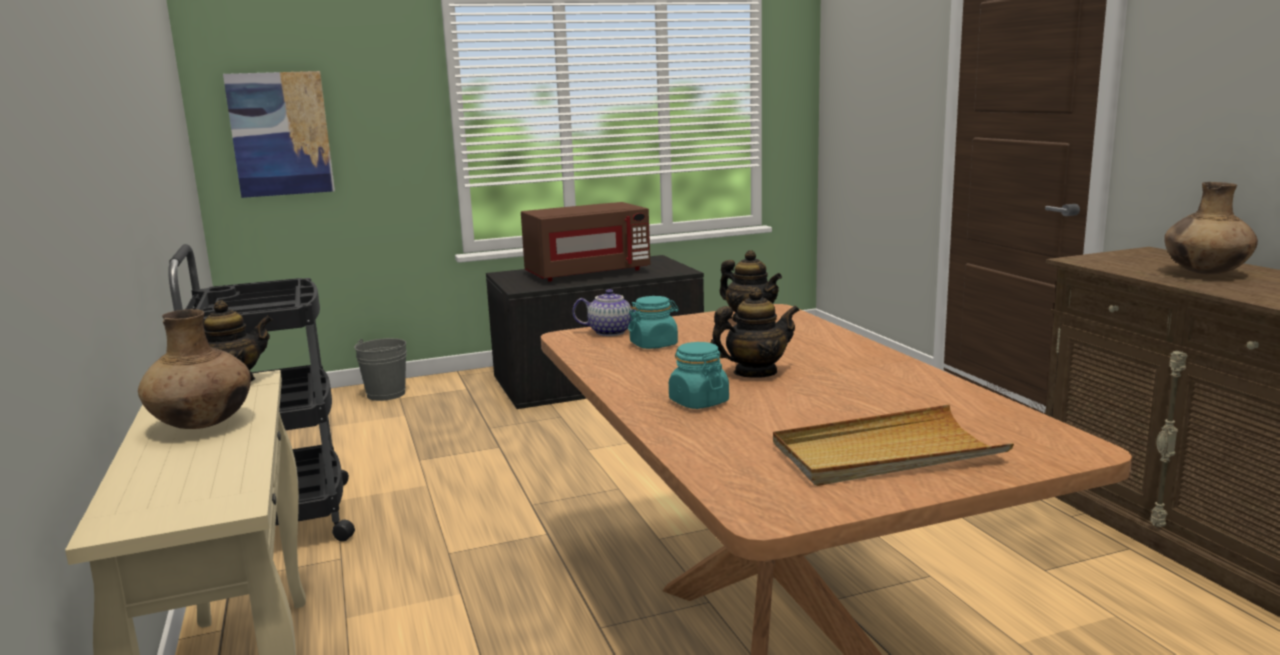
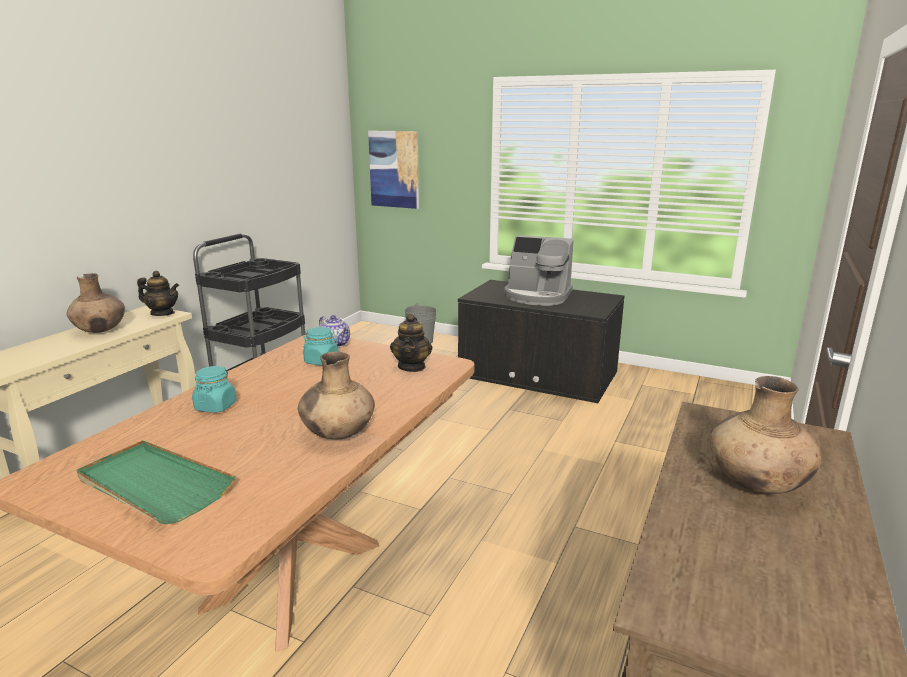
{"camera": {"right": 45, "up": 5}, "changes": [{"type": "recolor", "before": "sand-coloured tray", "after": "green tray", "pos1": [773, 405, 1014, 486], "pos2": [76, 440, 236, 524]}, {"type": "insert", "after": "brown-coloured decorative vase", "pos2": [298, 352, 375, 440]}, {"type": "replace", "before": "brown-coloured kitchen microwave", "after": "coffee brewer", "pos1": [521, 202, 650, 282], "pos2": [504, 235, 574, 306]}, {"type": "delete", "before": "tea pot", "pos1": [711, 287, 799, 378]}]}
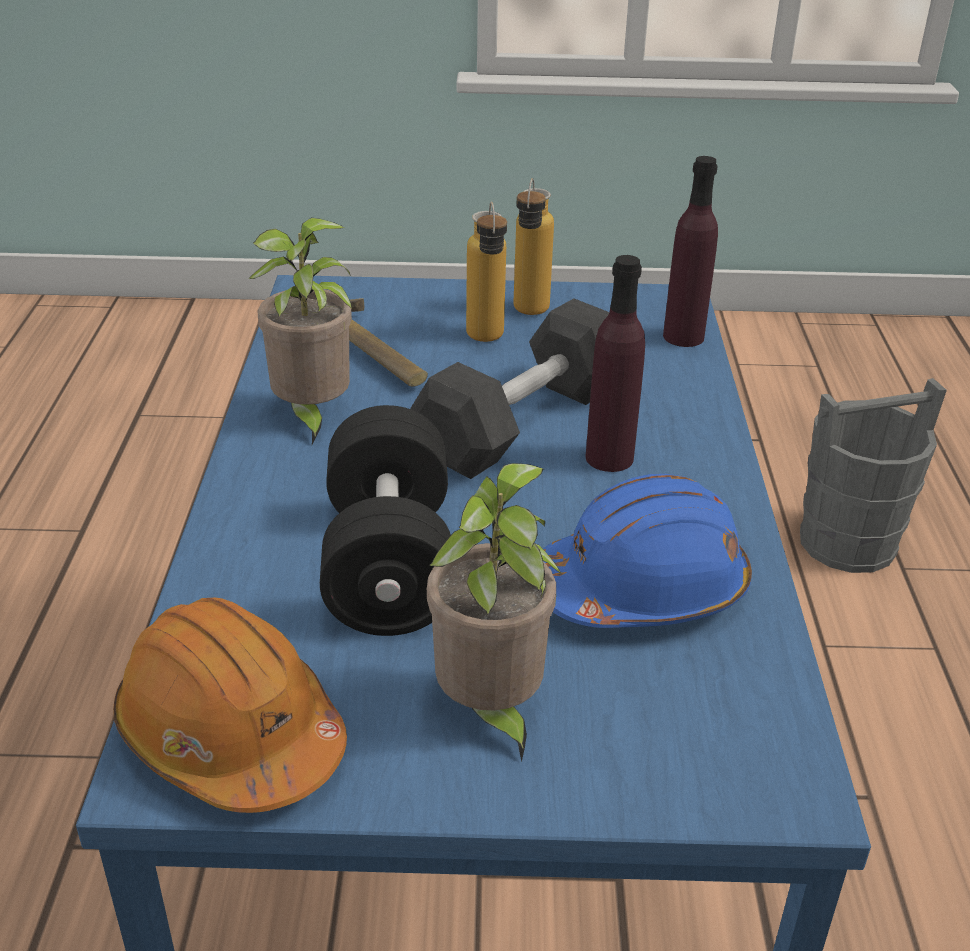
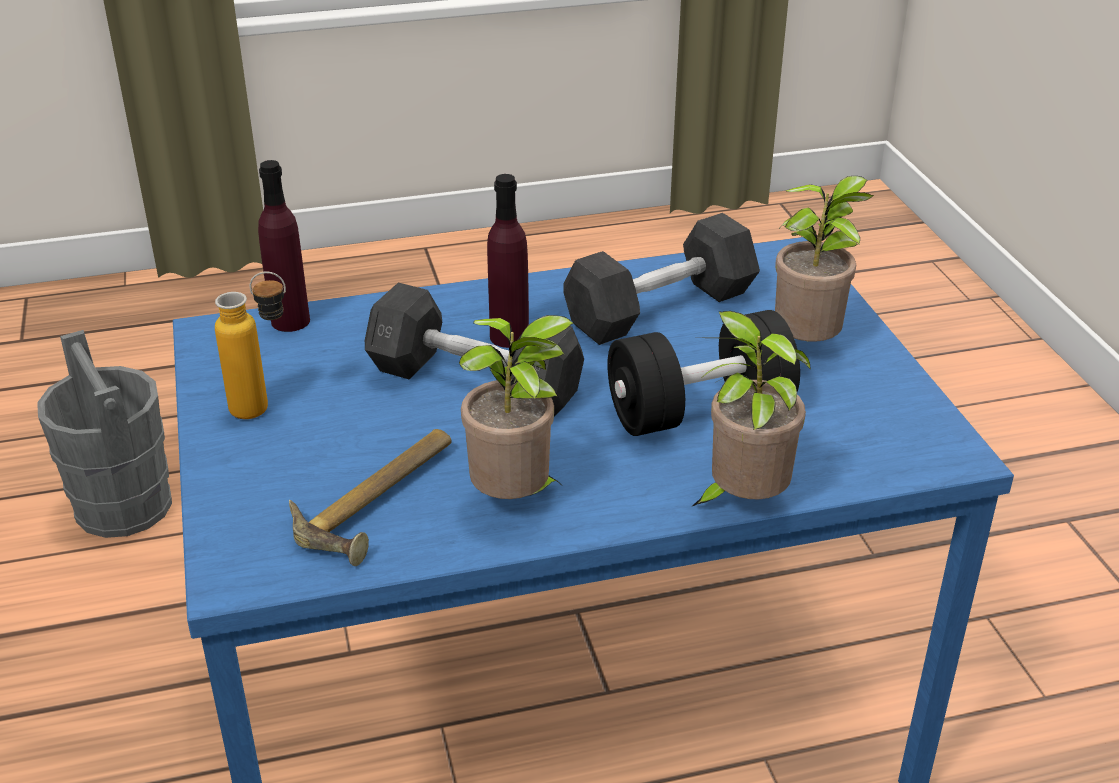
{"camera": {"right": -105, "up": 0}, "changes": [{"type": "replace", "before": "bluish safety helmet", "after": "gray free weight", "pos1": [543, 474, 752, 628], "pos2": [563, 213, 760, 345]}, {"type": "insert", "after": "plant in a pot", "pos2": [691, 311, 811, 507]}, {"type": "delete", "before": "orangey safety helmet", "pos1": [113, 598, 347, 813]}, {"type": "delete", "before": "drink bottle", "pos1": [466, 202, 507, 342]}]}
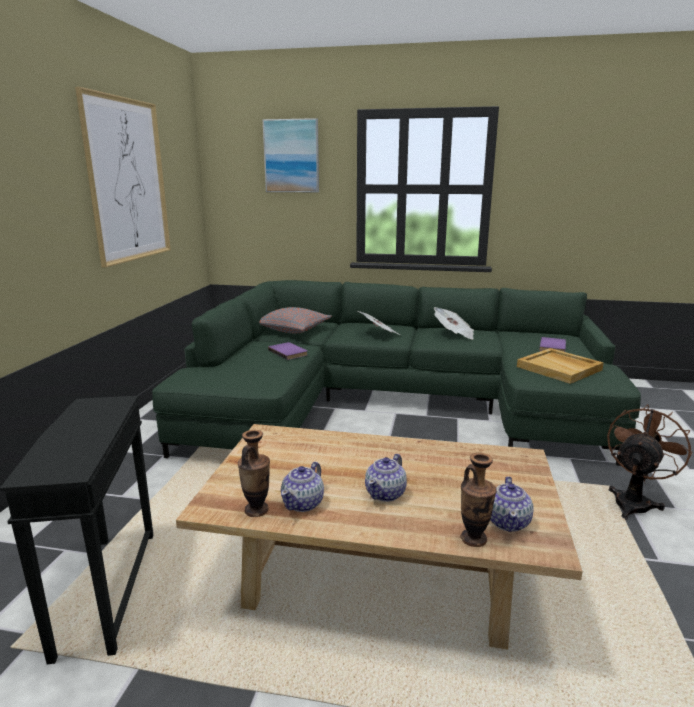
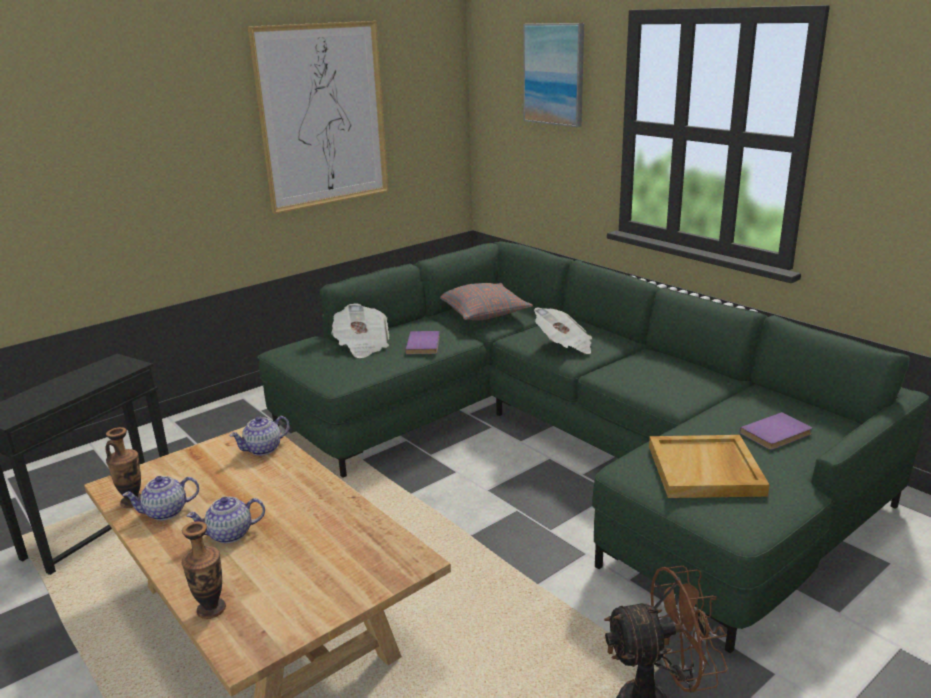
{"camera": {"right": 40, "up": 5}, "changes": [{"type": "move", "before": "tea pot", "pos1": [490, 476, 534, 532], "pos2": [230, 416, 290, 456]}, {"type": "move", "before": "daily paper", "pos1": [434, 307, 474, 339], "pos2": [332, 304, 389, 358]}]}
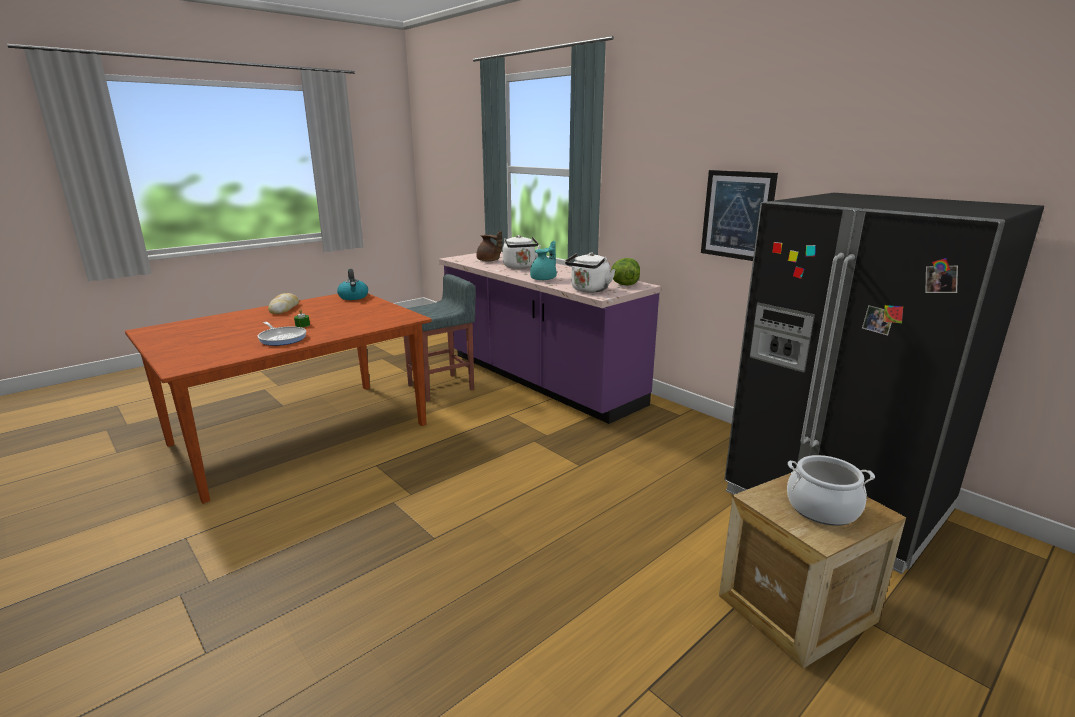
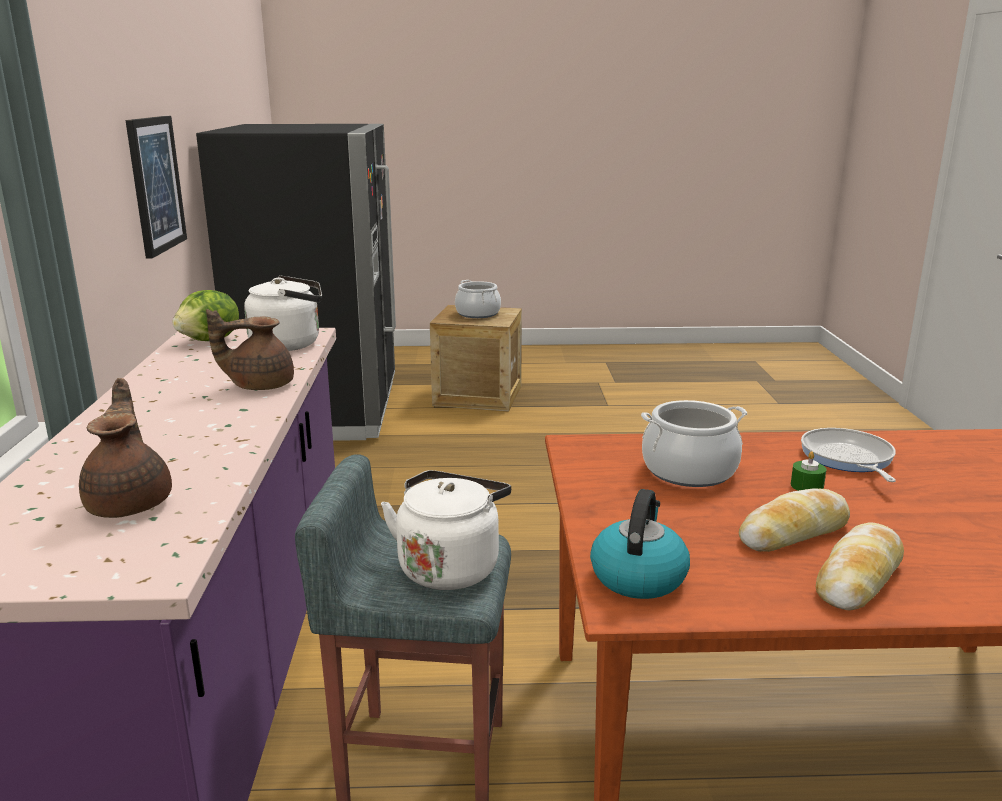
{"camera": {"right": -140, "up": 0}, "changes": [{"type": "recolor", "before": "turquoise tea pot", "after": "brown-coloured tea pot", "pos1": [530, 241, 557, 280], "pos2": [206, 309, 294, 390]}, {"type": "move", "before": "whitish kettle", "pos1": [503, 235, 541, 269], "pos2": [381, 470, 511, 590]}, {"type": "insert", "after": "saucepot", "pos2": [641, 400, 747, 487]}, {"type": "insert", "after": "baked bread", "pos2": [739, 488, 850, 552]}]}
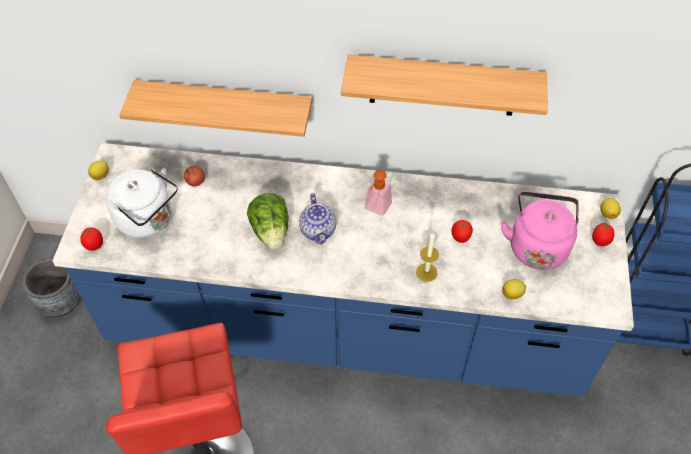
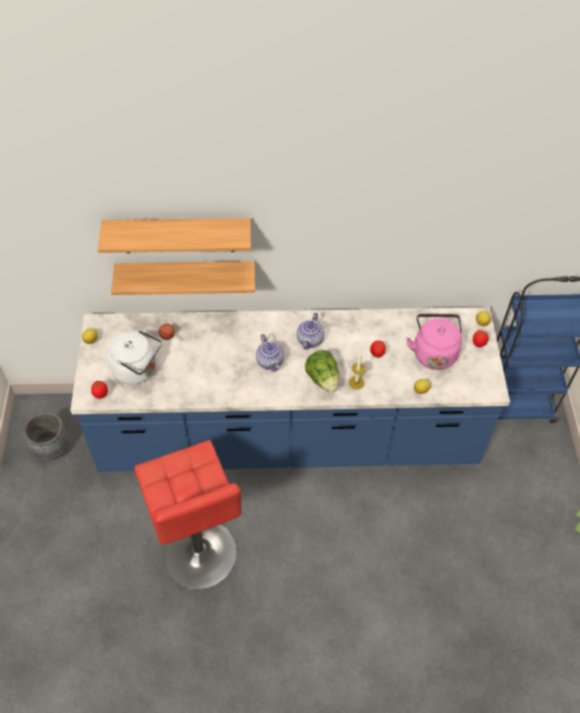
{"camera": {"right": -10, "up": 0}, "changes": [{"type": "move", "before": "bracket shelf", "pos1": [341, 54, 548, 116], "pos2": [97, 218, 251, 253]}, {"type": "replace", "before": "liquid soap bottle", "after": "tea pot", "pos1": [365, 170, 392, 216], "pos2": [297, 312, 324, 350]}, {"type": "move", "before": "lettuce head", "pos1": [247, 193, 289, 249], "pos2": [305, 350, 339, 393]}]}
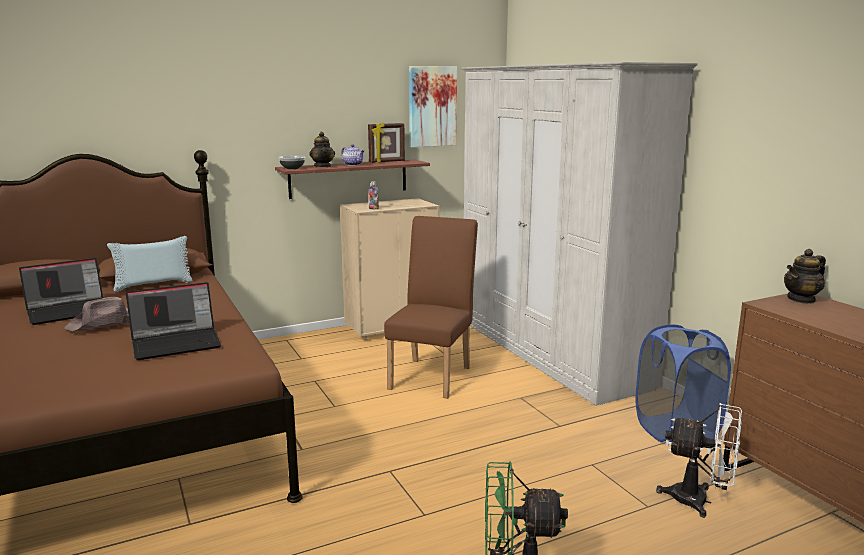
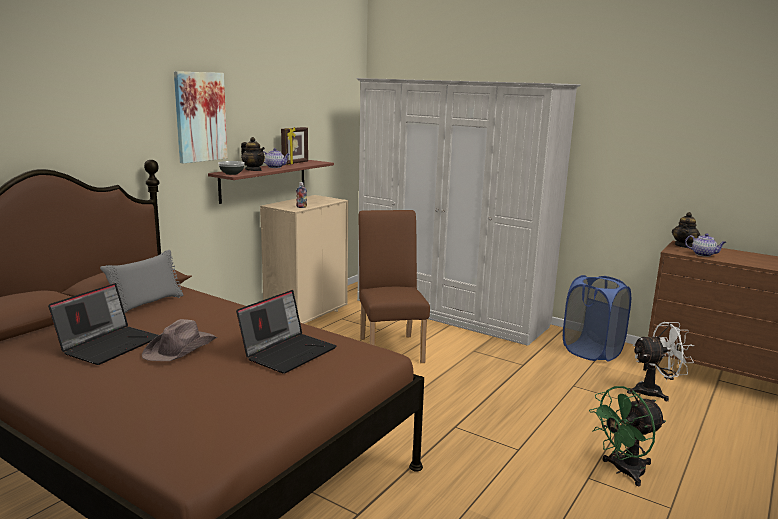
{"camera": {"right": -30, "up": 0}, "changes": [{"type": "recolor", "before": "bluish cushion", "after": "gray cushion", "pos1": [107, 236, 193, 292], "pos2": [100, 250, 183, 313]}, {"type": "move", "before": "picture", "pos1": [409, 66, 457, 147], "pos2": [174, 71, 228, 163]}, {"type": "insert", "after": "tea pot", "pos2": [685, 233, 727, 257]}]}
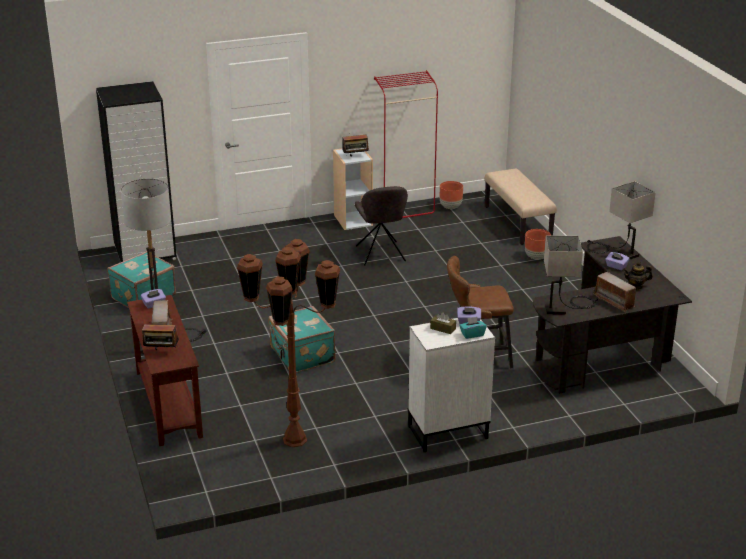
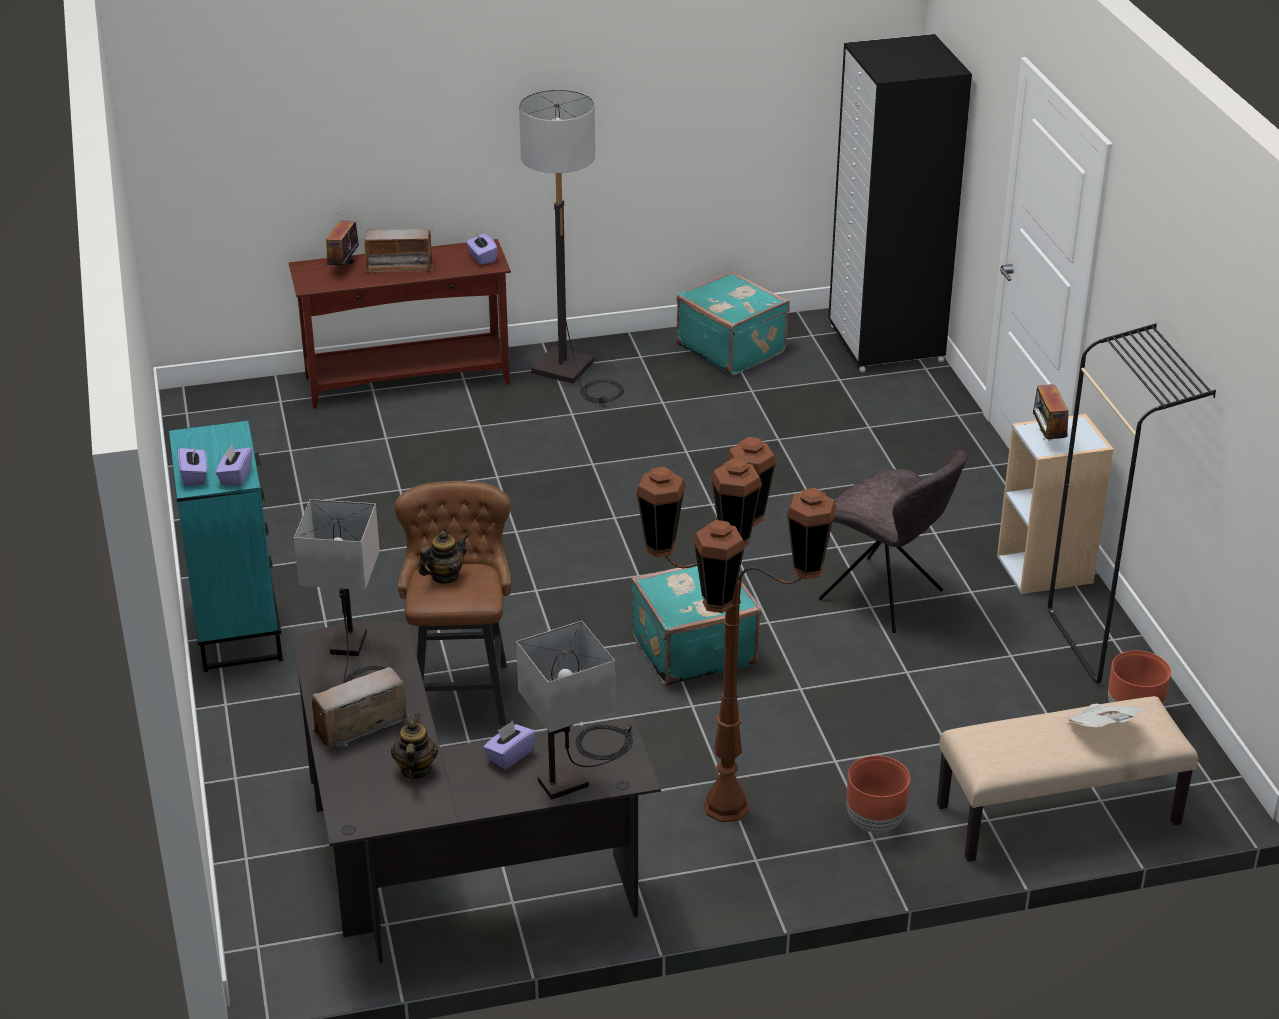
{"camera": {"right": 95, "up": 5}, "changes": [{"type": "recolor", "before": "whitish dresser", "after": "turquoise dresser", "pos1": [407, 318, 495, 452], "pos2": [168, 420, 283, 672]}, {"type": "recolor", "before": "turquoise tissue holder", "after": "purple tissue holder", "pos1": [459, 317, 487, 339], "pos2": [178, 444, 207, 486]}, {"type": "insert", "after": "tea pot", "pos2": [419, 531, 469, 583]}, {"type": "move", "before": "turquoise travel case", "pos1": [268, 306, 336, 373], "pos2": [631, 563, 761, 686]}, {"type": "move", "before": "brown-coloured floor lamp", "pos1": [237, 239, 340, 447], "pos2": [636, 437, 836, 822]}, {"type": "rotate", "before": "gray chair", "pos1": [355, 186, 408, 265], "pos2": [819, 450, 968, 633], "turn": -135}, {"type": "recolor", "before": "reddish garment rack", "after": "blackish garment rack", "pos1": [374, 70, 438, 218], "pos2": [1048, 323, 1216, 683]}, {"type": "insert", "after": "daily paper", "pos2": [1065, 704, 1144, 727]}, {"type": "delete", "before": "brown-coloured tissue holder", "pos1": [430, 312, 456, 334]}]}
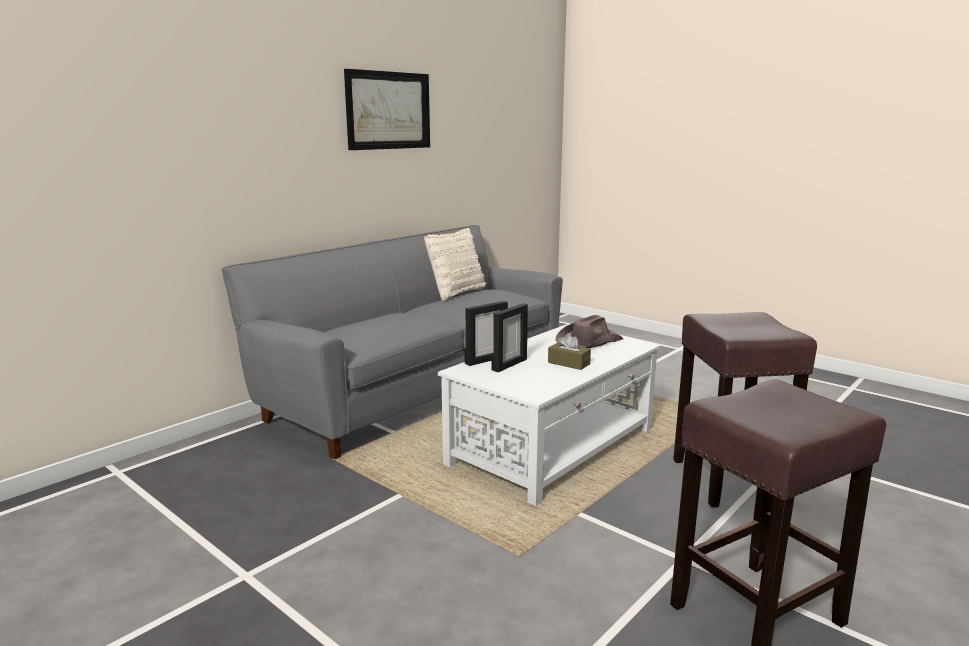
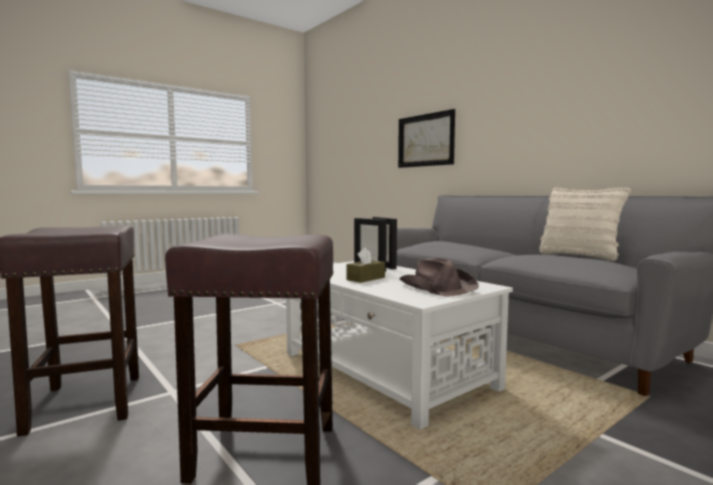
{"camera": {"right": 100, "up": -10}, "changes": [{"type": "move", "before": "picture", "pos1": [344, 69, 430, 150], "pos2": [398, 109, 455, 168]}]}
